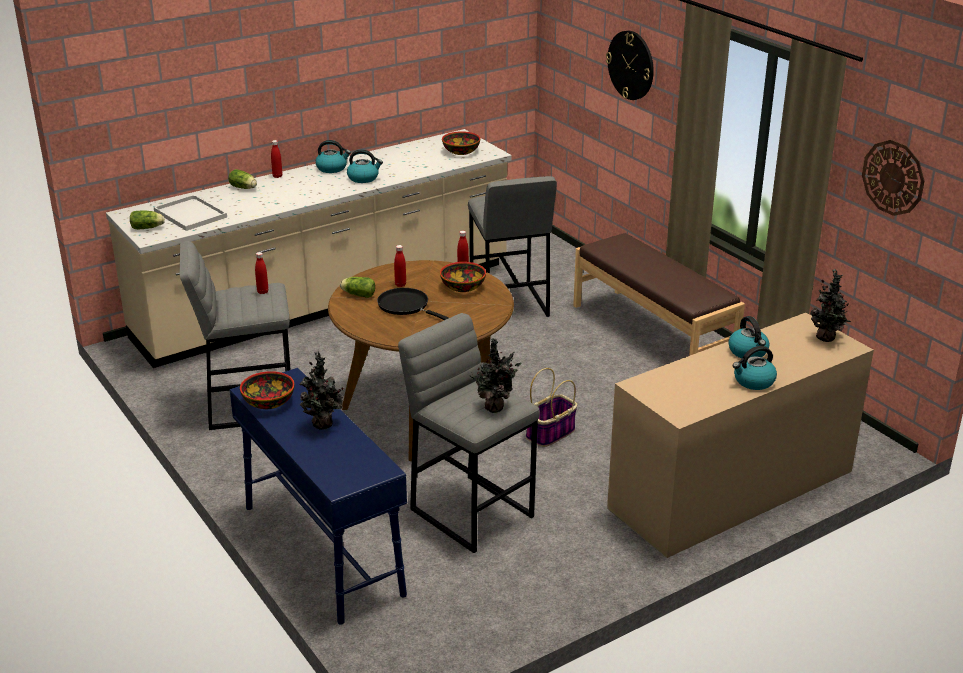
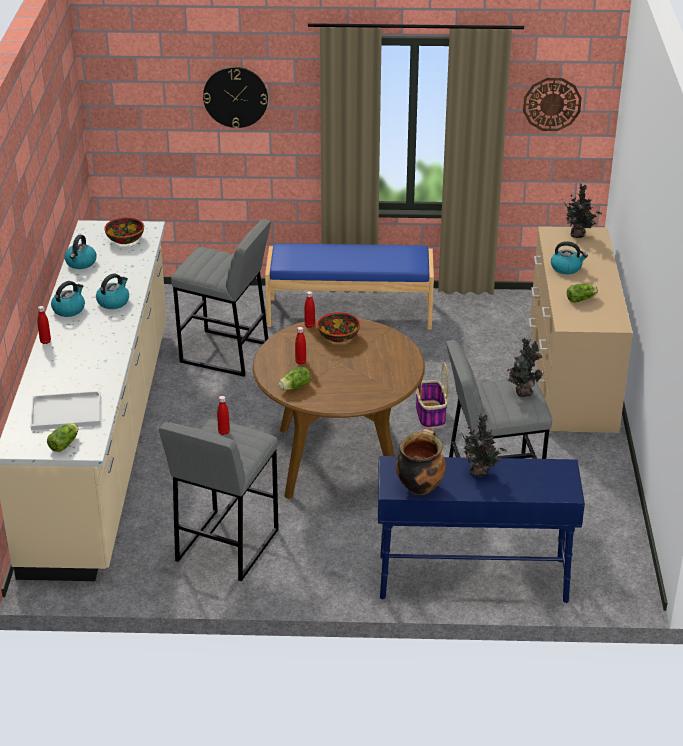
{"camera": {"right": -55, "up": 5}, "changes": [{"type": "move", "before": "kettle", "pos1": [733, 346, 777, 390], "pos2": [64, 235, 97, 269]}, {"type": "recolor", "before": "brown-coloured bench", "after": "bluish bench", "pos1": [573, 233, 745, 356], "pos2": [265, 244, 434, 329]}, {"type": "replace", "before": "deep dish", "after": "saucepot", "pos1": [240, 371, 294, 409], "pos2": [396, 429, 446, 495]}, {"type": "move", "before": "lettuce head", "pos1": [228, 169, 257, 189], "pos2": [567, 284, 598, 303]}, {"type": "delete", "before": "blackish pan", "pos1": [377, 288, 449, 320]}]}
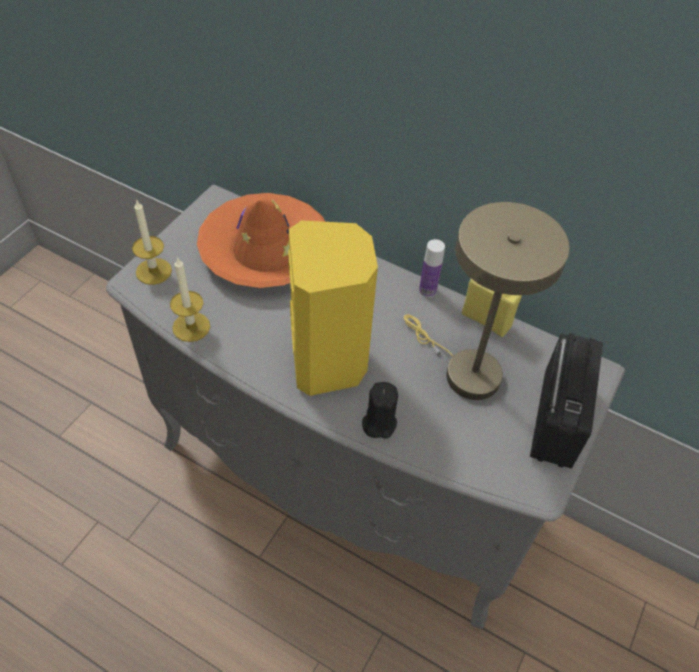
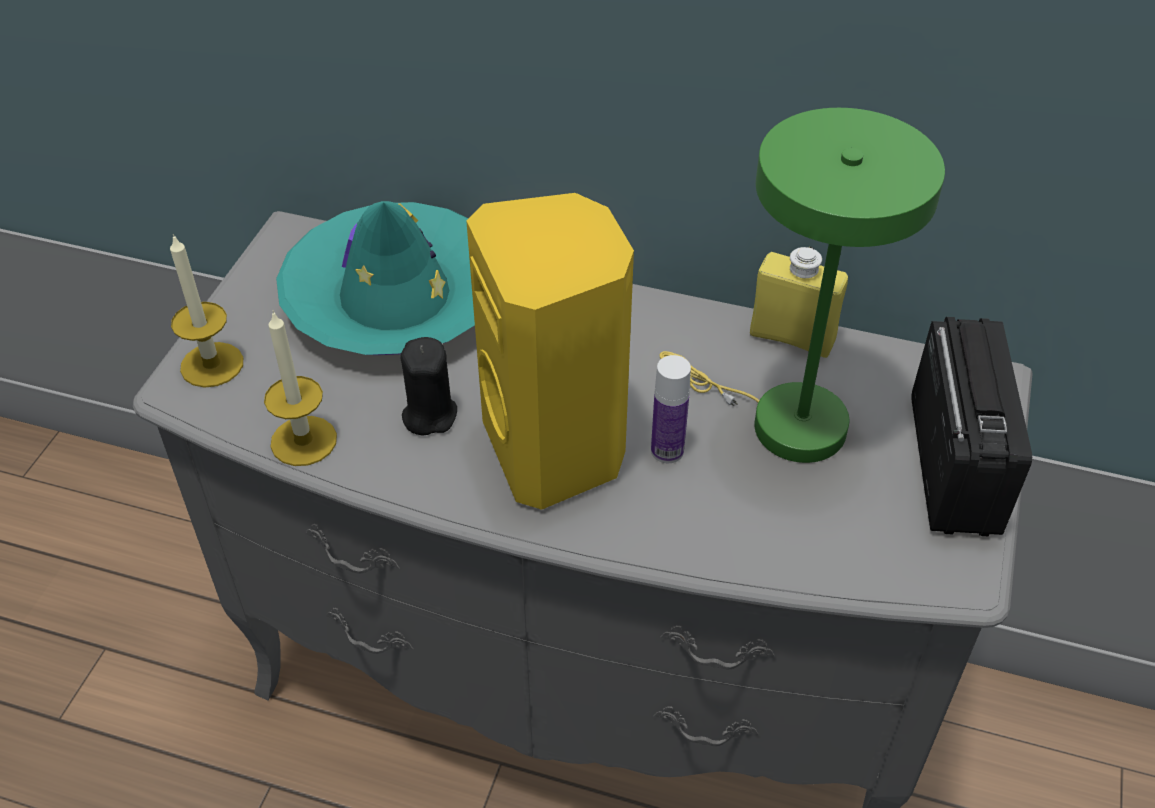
{"camera": {"right": -10, "up": -5}, "changes": [{"type": "recolor", "before": "orangey clothing hat", "after": "turquoise clothing hat", "pos1": [197, 193, 325, 288], "pos2": [276, 201, 475, 355]}, {"type": "move", "before": "blackish wax candle", "pos1": [362, 382, 398, 439], "pos2": [400, 337, 457, 435]}, {"type": "move", "before": "drink bottle", "pos1": [419, 239, 445, 297], "pos2": [651, 355, 691, 463]}, {"type": "recolor", "before": "sand-coloured tabletop lamp", "after": "green tabletop lamp", "pos1": [404, 202, 570, 400], "pos2": [659, 108, 945, 463]}]}
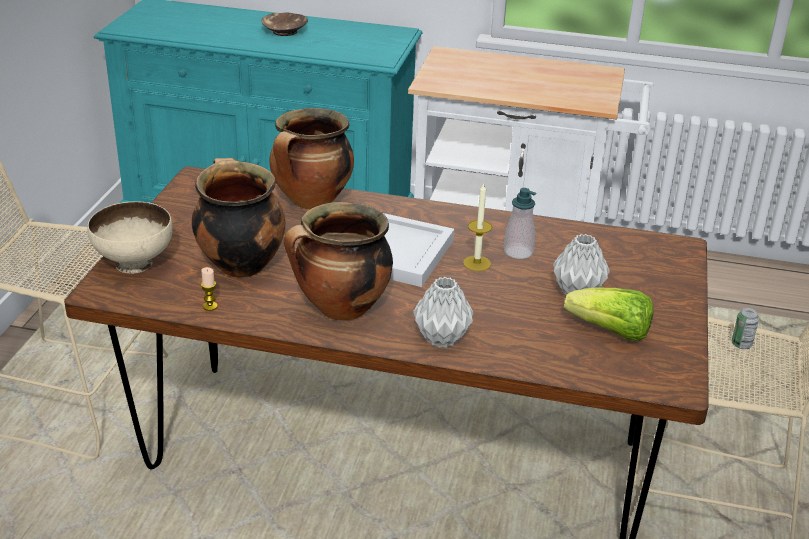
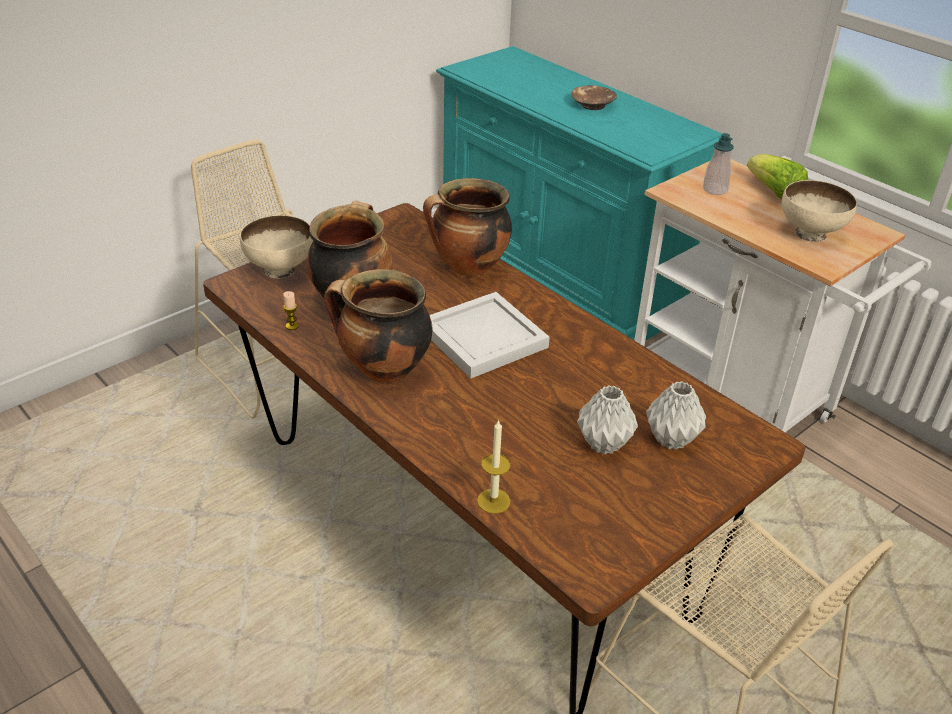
{"camera": {"right": 35, "up": 5}, "changes": [{"type": "move", "before": "wax candle", "pos1": [463, 182, 492, 271], "pos2": [477, 419, 511, 514]}, {"type": "move", "before": "gray decorative vase", "pos1": [413, 277, 474, 348], "pos2": [646, 381, 706, 450]}, {"type": "move", "before": "liquid soap bottle", "pos1": [504, 188, 536, 259], "pos2": [703, 133, 734, 195]}, {"type": "move", "before": "lettuce head", "pos1": [564, 288, 654, 341], "pos2": [747, 154, 808, 199]}, {"type": "insert", "after": "sand-coloured deep dish", "pos2": [782, 180, 857, 242]}, {"type": "delete", "before": "can", "pos1": [732, 308, 759, 349]}]}
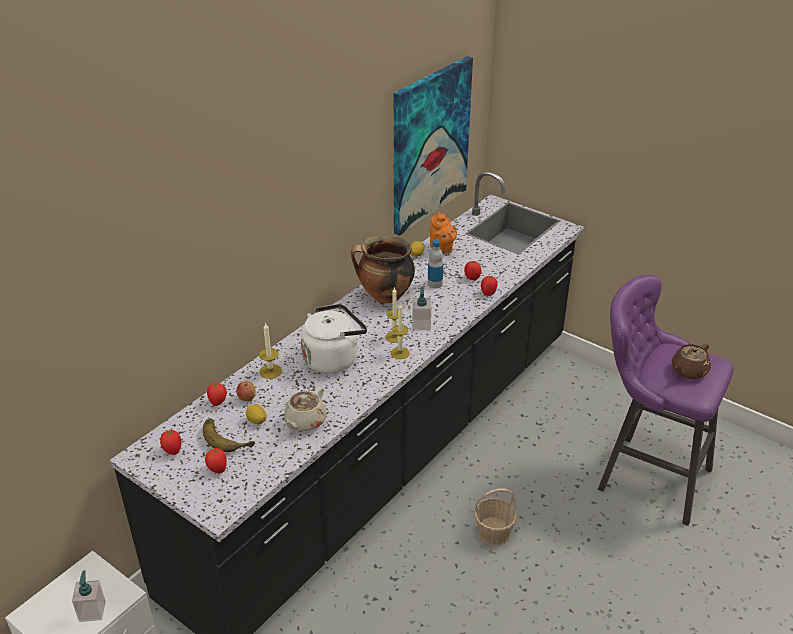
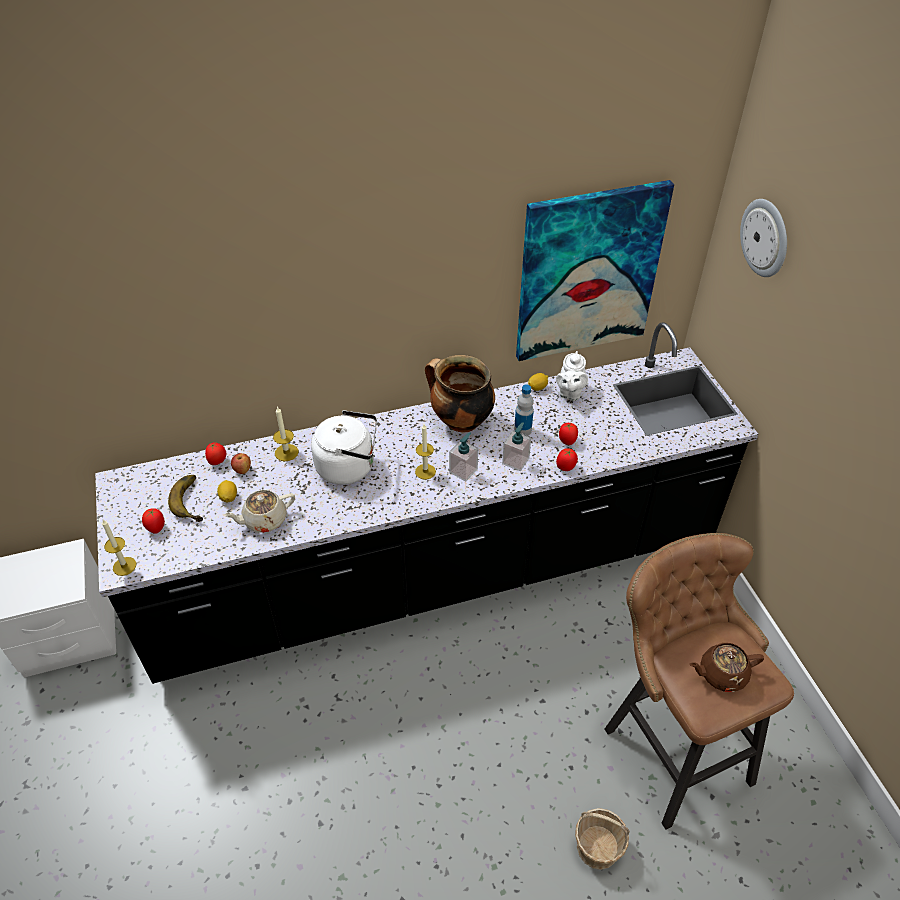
{"camera": {"right": 35, "up": 10}, "changes": [{"type": "move", "before": "wax candle", "pos1": [391, 303, 410, 359], "pos2": [102, 520, 136, 576]}, {"type": "move", "before": "liquid soap bottle", "pos1": [72, 570, 106, 622], "pos2": [502, 422, 531, 471]}, {"type": "recolor", "before": "orangey tea pot", "after": "whitish tea pot", "pos1": [430, 212, 457, 254], "pos2": [556, 351, 588, 401]}, {"type": "move", "before": "storage basket", "pos1": [474, 488, 517, 546], "pos2": [575, 808, 630, 870]}, {"type": "recolor", "before": "purple stool", "after": "brown-coloured stool", "pos1": [598, 274, 734, 526], "pos2": [605, 533, 794, 830]}, {"type": "insert", "after": "clock on the wall", "pos2": [740, 199, 787, 277]}, {"type": "delete", "before": "whole tomato", "pos1": [160, 430, 181, 455]}]}
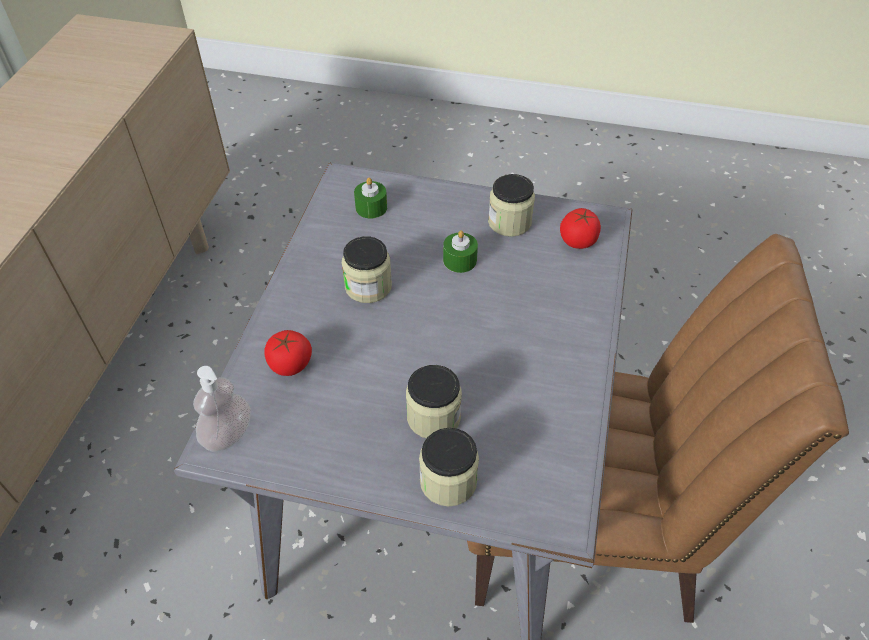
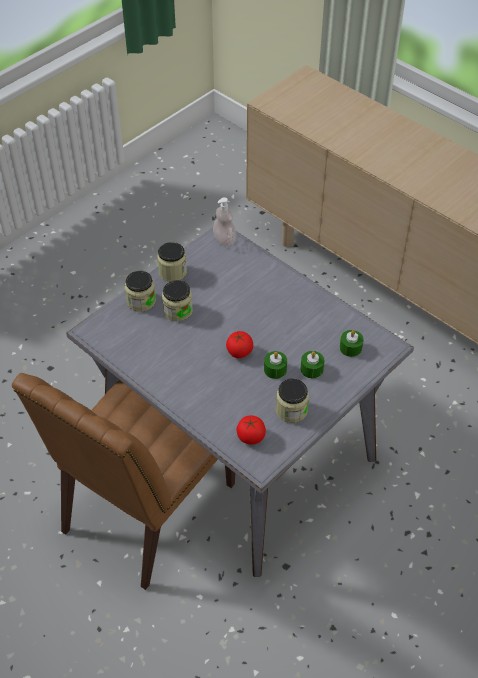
{"camera": {"right": 120, "up": 0}, "changes": [{"type": "move", "before": "preserve jar", "pos1": [342, 236, 392, 303], "pos2": [157, 242, 187, 282]}, {"type": "move", "before": "whole tomato", "pos1": [264, 330, 312, 376], "pos2": [226, 331, 253, 358]}, {"type": "insert", "after": "green wax candle", "pos2": [301, 351, 324, 378]}]}
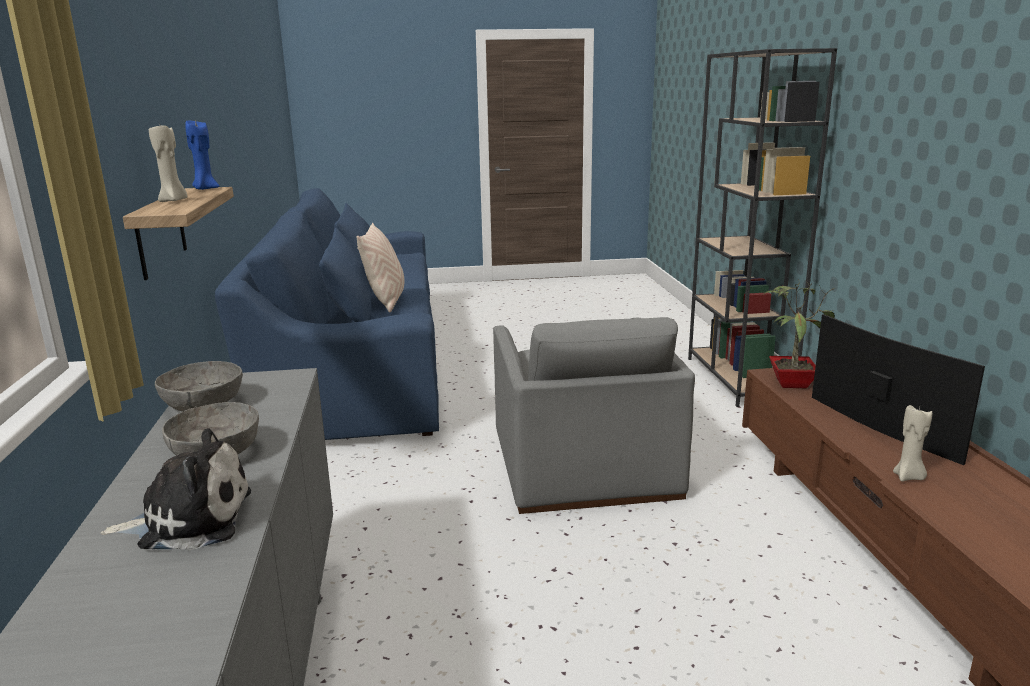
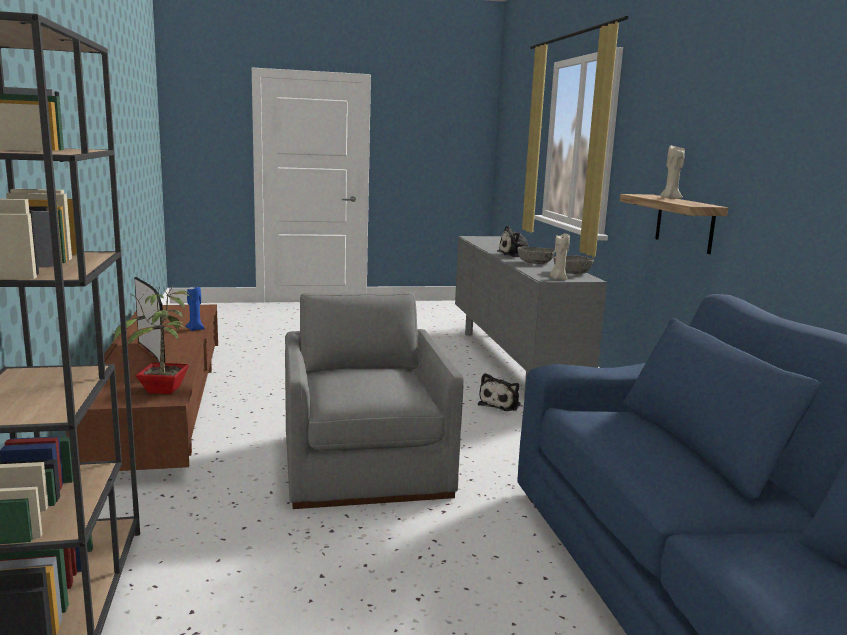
{"camera": {"right": 175, "up": -5}, "changes": [{"type": "move", "before": "bluish wax candle", "pos1": [185, 120, 220, 190], "pos2": [185, 286, 205, 331]}, {"type": "insert", "after": "cuddly toy", "pos2": [478, 373, 521, 411]}, {"type": "move", "before": "sand-coloured wax candle", "pos1": [893, 405, 932, 481], "pos2": [550, 234, 570, 280]}, {"type": "delete", "before": "sand-coloured cushion", "pos1": [357, 223, 404, 313]}]}
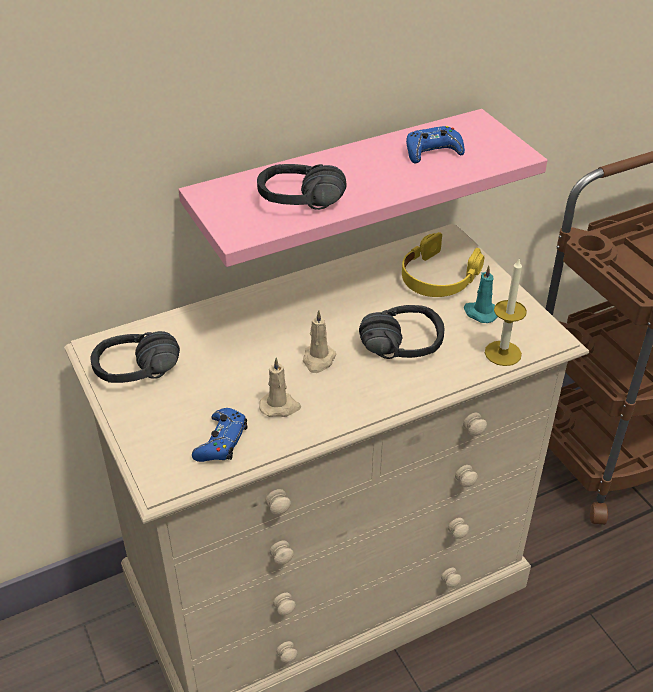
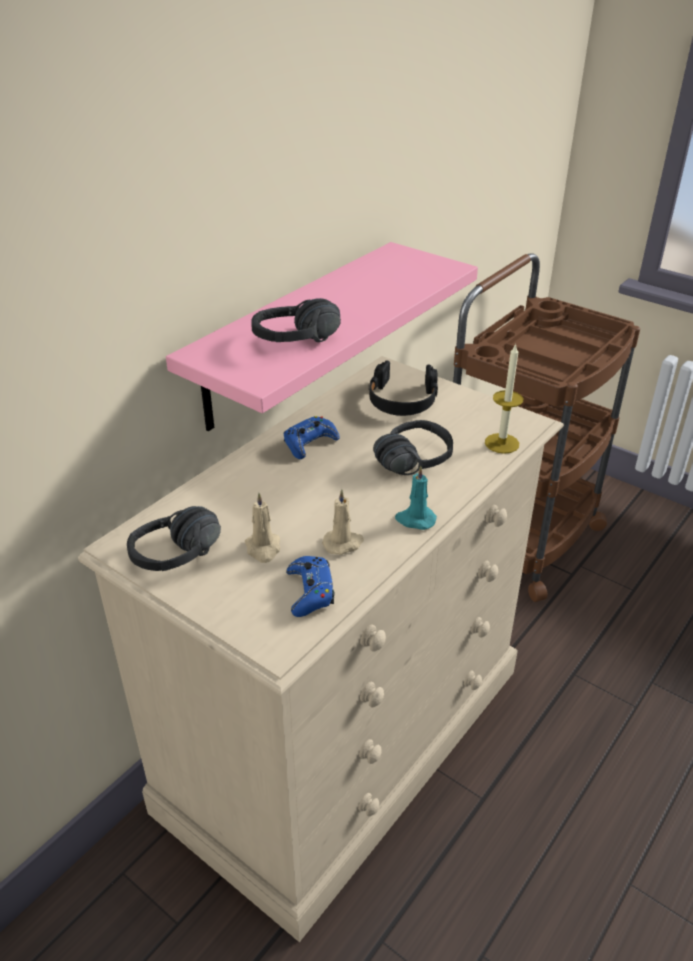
{"camera": {"right": -25, "up": -5}, "changes": [{"type": "move", "before": "sand-coloured wax candle", "pos1": [303, 310, 337, 373], "pos2": [245, 493, 280, 563]}, {"type": "move", "before": "bluish gamepad", "pos1": [406, 126, 465, 163], "pos2": [284, 416, 340, 459]}, {"type": "recolor", "before": "yellow-coloured headset", "after": "blackish headset", "pos1": [402, 232, 484, 297], "pos2": [369, 360, 438, 416]}, {"type": "move", "before": "turquoise wax candle", "pos1": [464, 265, 498, 323], "pos2": [395, 466, 437, 530]}]}
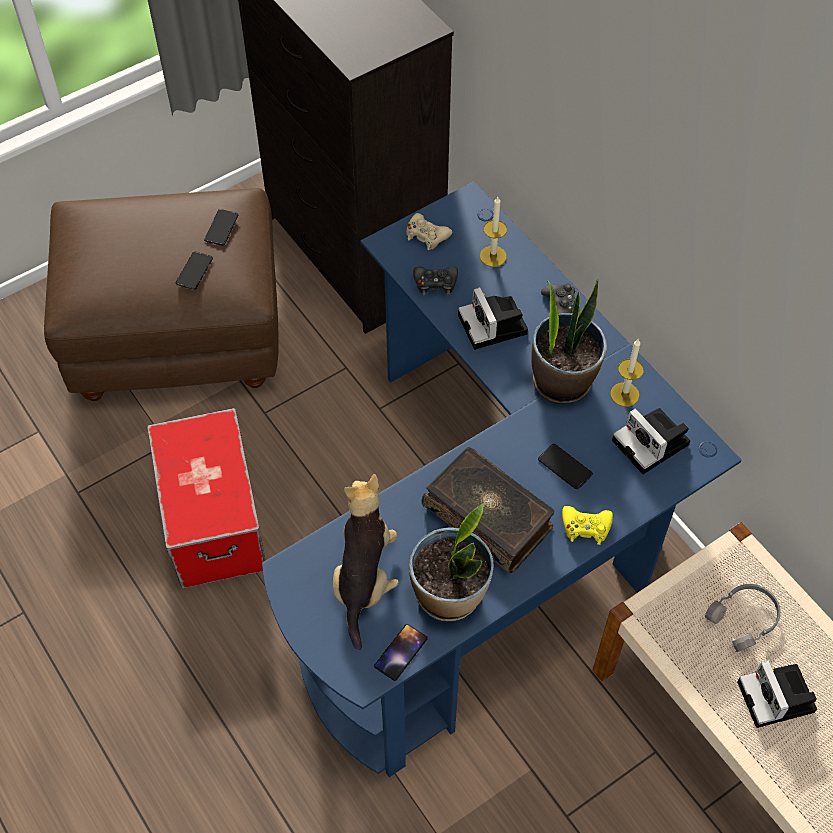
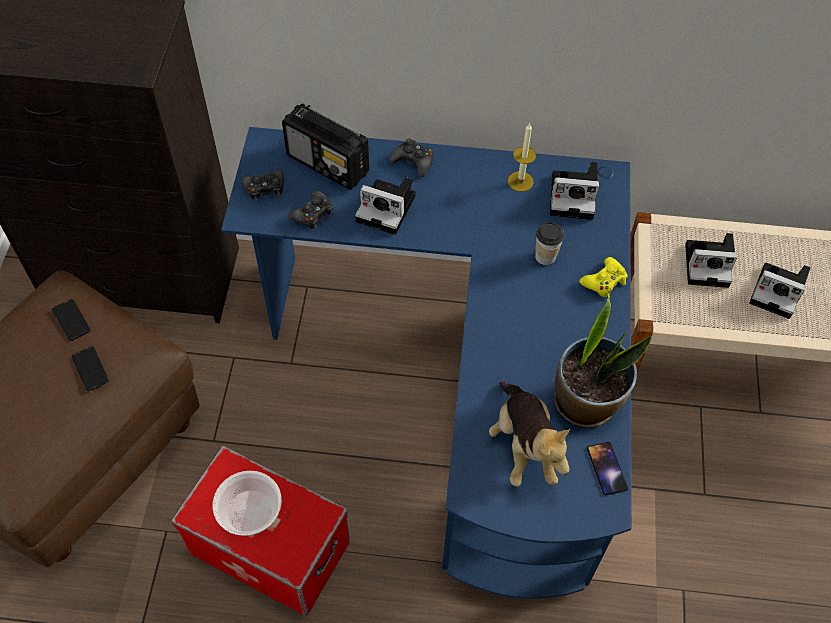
{"camera": {"right": -50, "up": 0}, "changes": [{"type": "insert", "after": "deep dish", "pos2": [213, 471, 282, 536]}, {"type": "recolor", "before": "sand-coloured gamepad", "after": "blackish gamepad", "pos1": [406, 213, 452, 250], "pos2": [241, 169, 284, 201]}, {"type": "replace", "before": "wax candle", "after": "radio set", "pos1": [480, 197, 507, 267], "pos2": [282, 103, 369, 190]}, {"type": "rotate", "before": "cuddly toy", "pos1": [333, 474, 399, 650], "pos2": [489, 382, 570, 487], "turn": -150}, {"type": "replace", "before": "handset", "after": "drinking cup", "pos1": [538, 444, 593, 489], "pos2": [535, 222, 564, 265]}, {"type": "replace", "before": "gray headset", "after": "photo camera", "pos1": [705, 584, 781, 652], "pos2": [685, 233, 737, 288]}, {"type": "delete", "before": "volume", "pos1": [422, 447, 554, 573]}, {"type": "delete", "before": "plant in a pot", "pos1": [531, 279, 607, 404]}]}
